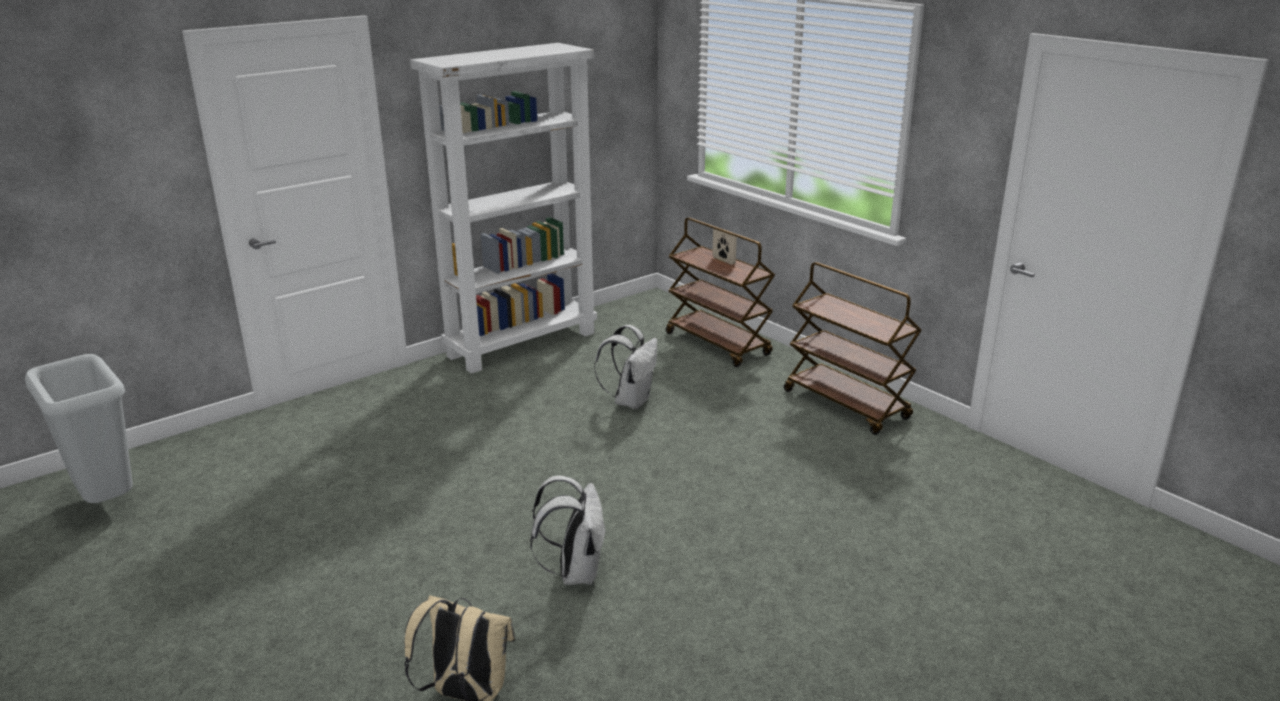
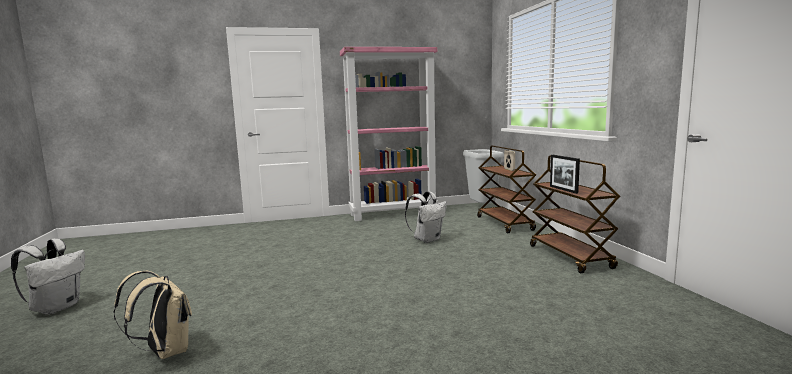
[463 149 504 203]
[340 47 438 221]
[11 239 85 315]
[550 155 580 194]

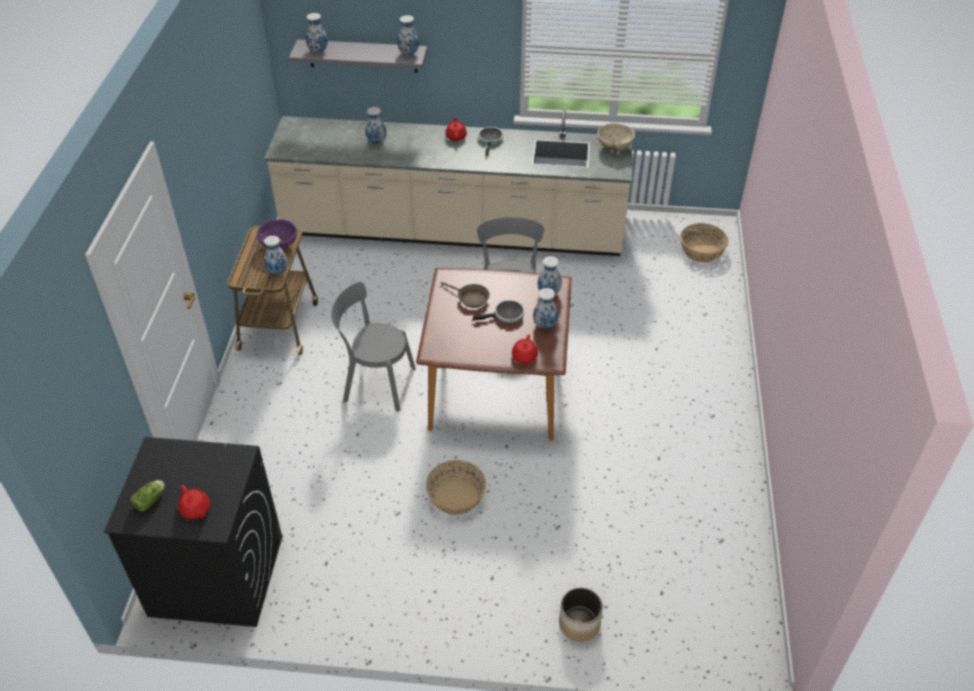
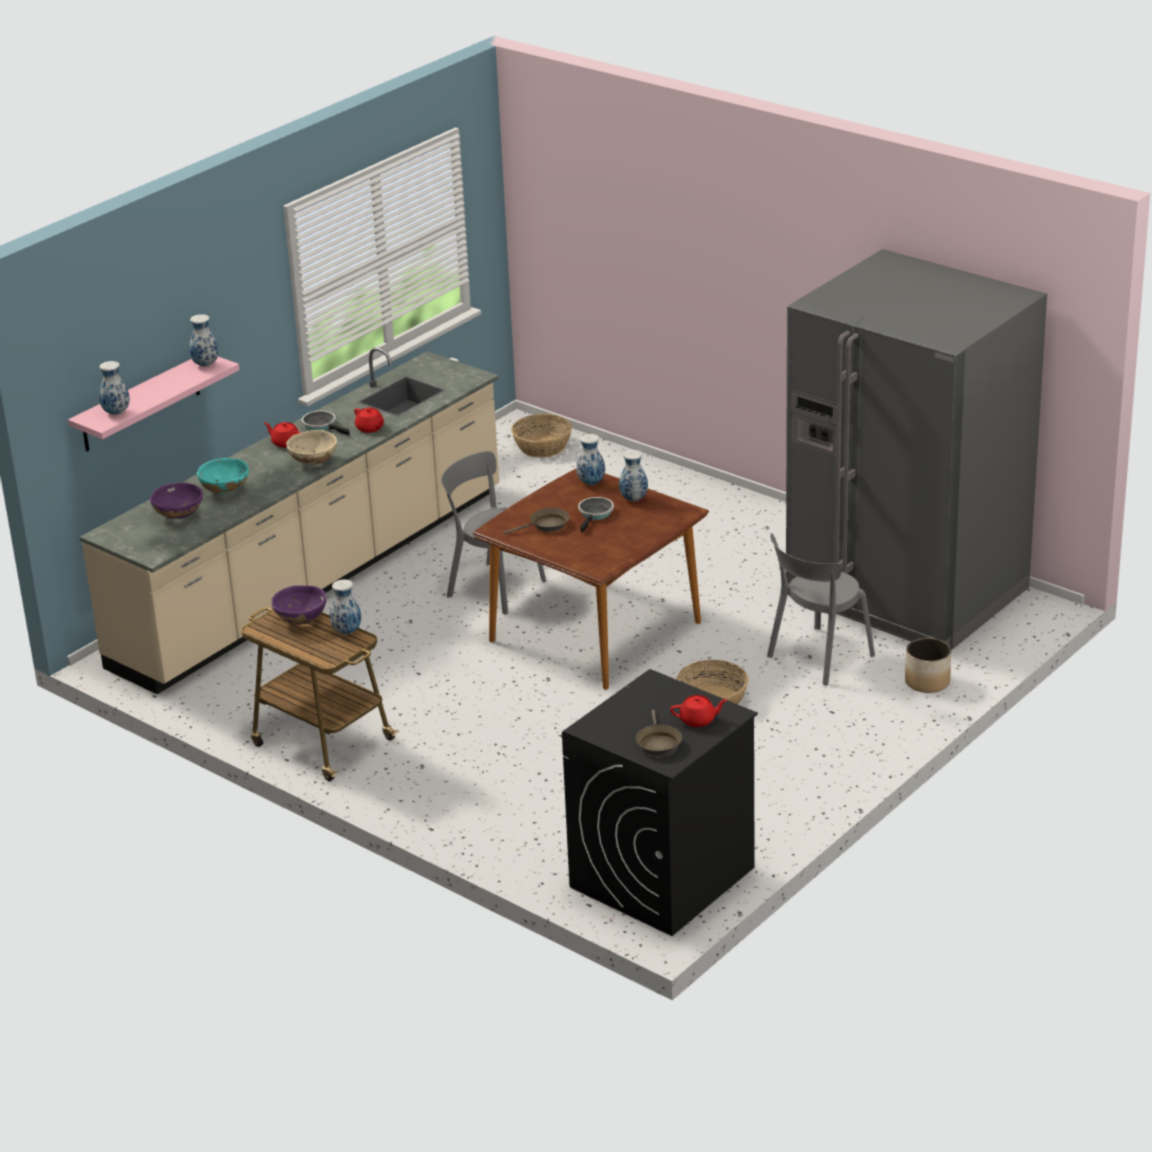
[636 710 682 756]
[68 357 240 451]
[767 533 875 686]
[197 458 249 494]
[354 407 384 433]
[286 430 337 465]
[150 482 203 519]
[786 249 1047 649]

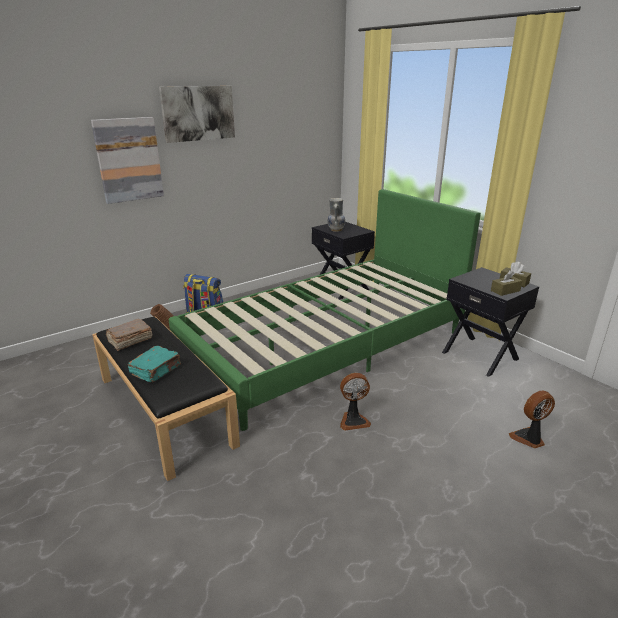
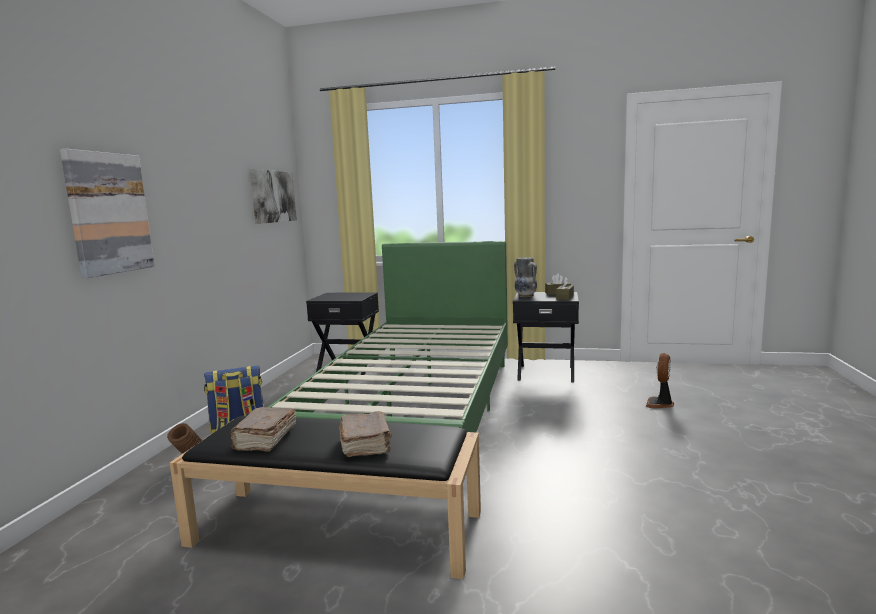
[339 411 392 457]
[250 169 297 224]
[514 257 537 297]
[340 373 371 431] (first image)

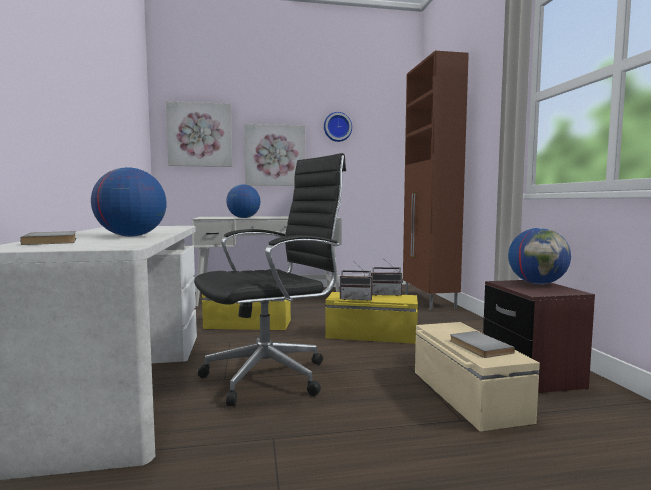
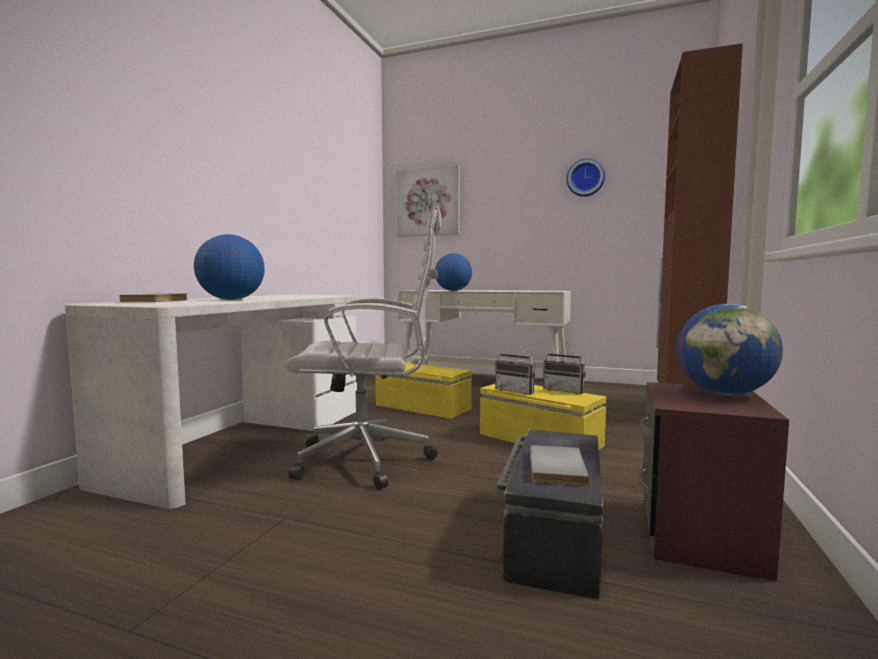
[285 206 441 490]
[244 124 305 186] (first image)
[497 429 603 599]

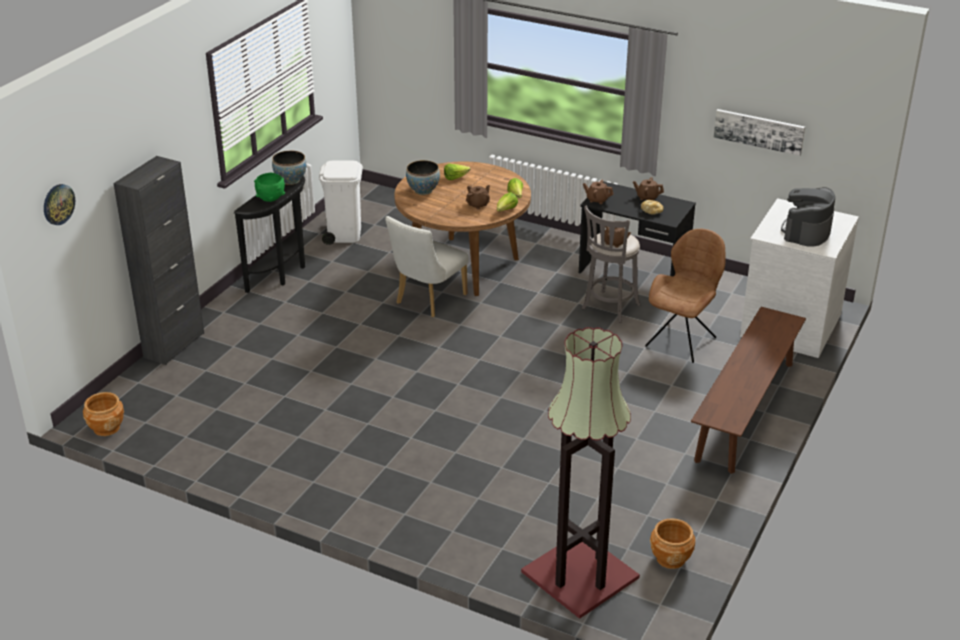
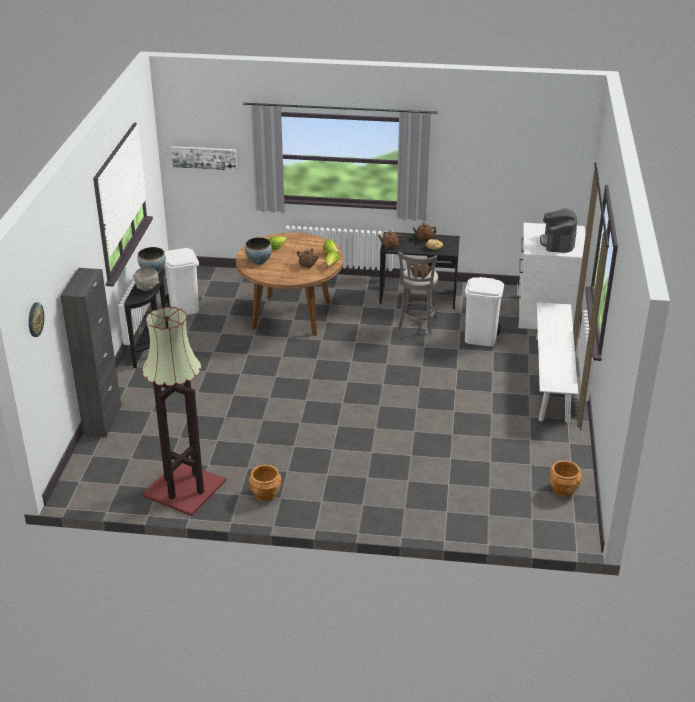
[249 465 281 501]
[133 267 159 291]
[385 216 469 317] (first image)
[142 306 226 516]
[465 277 504 346]
[536 302 578 423]
[171 146 237 171]

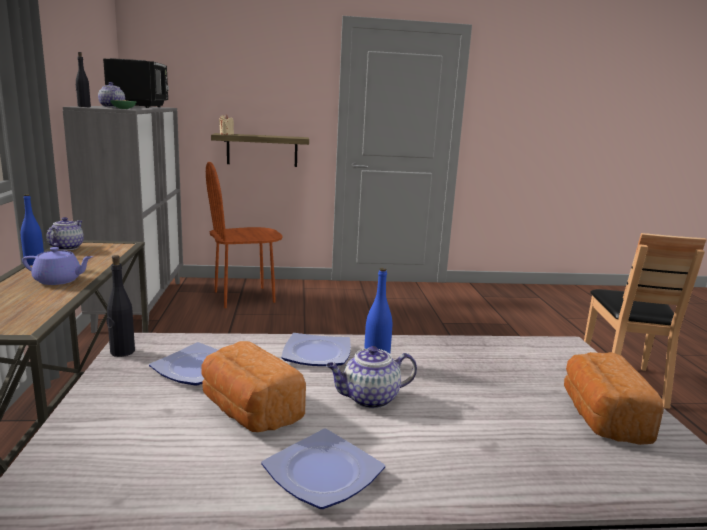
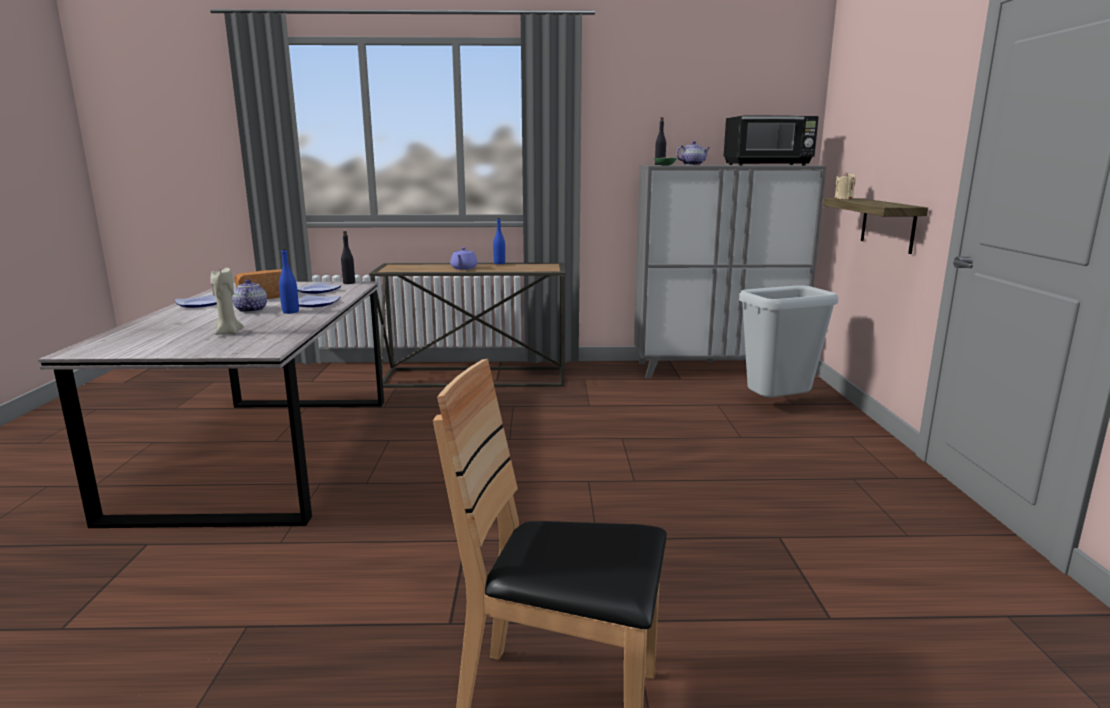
[46 217 84 250] (first image)
[739 285 839 397]
[564 352 664 445] (first image)
[211 268 244 335]

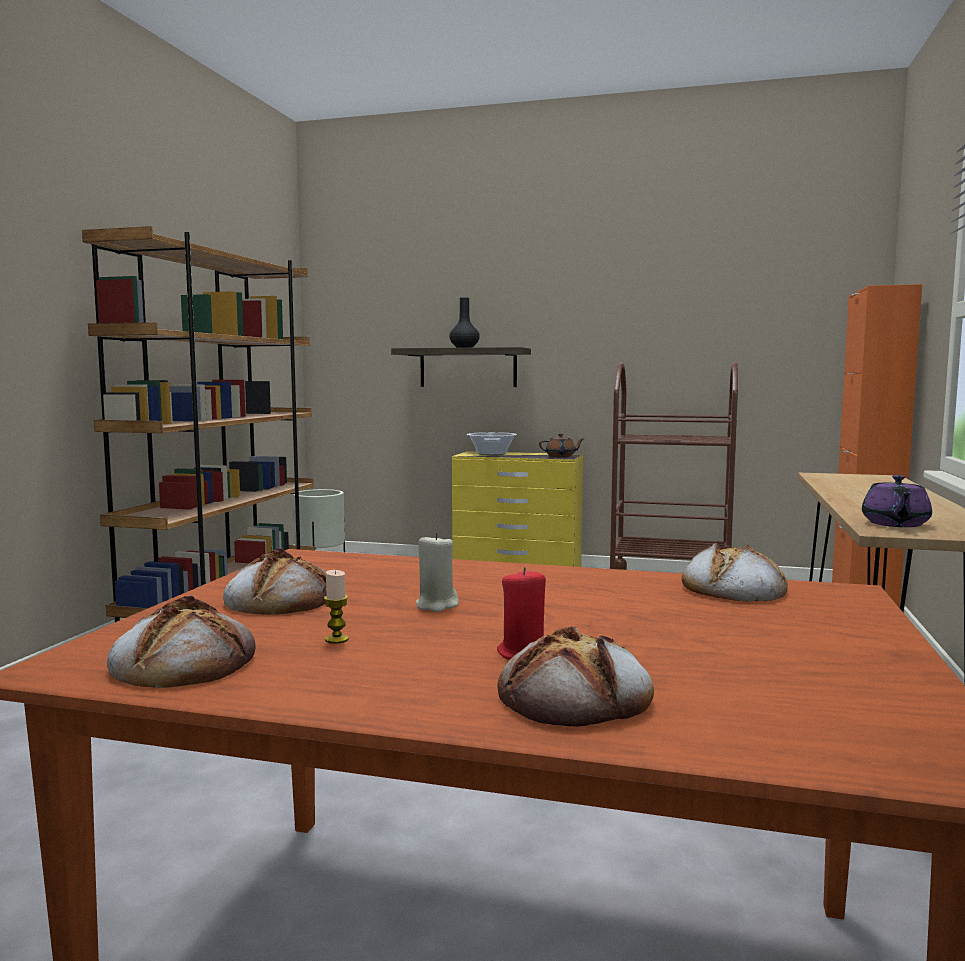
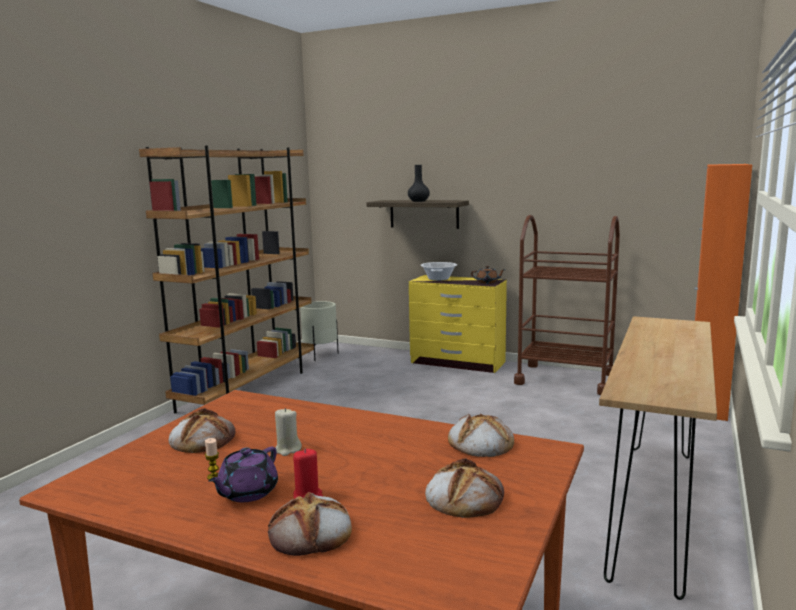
[425 458 504 518]
[208 447 278 502]

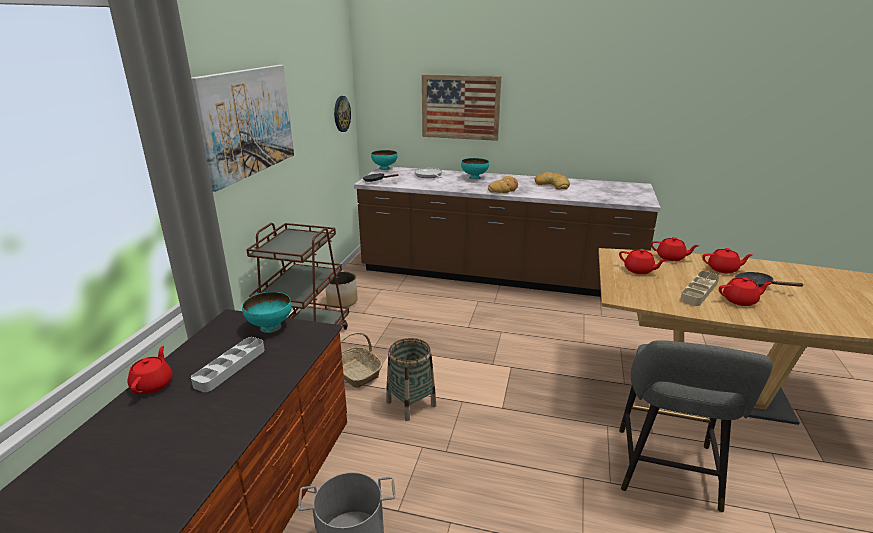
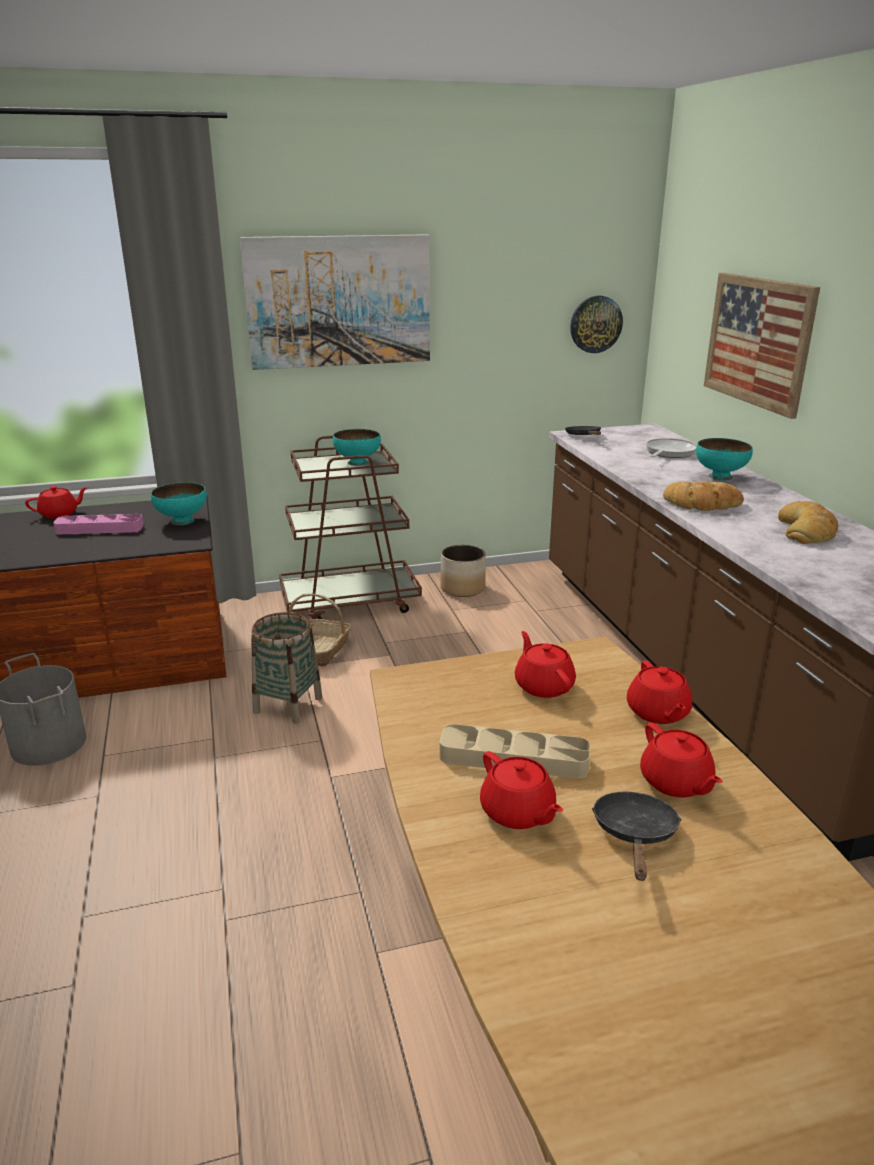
[53 514 144 534]
[333 429 381 466]
[515 631 576 698]
[619 340 773 512] (first image)

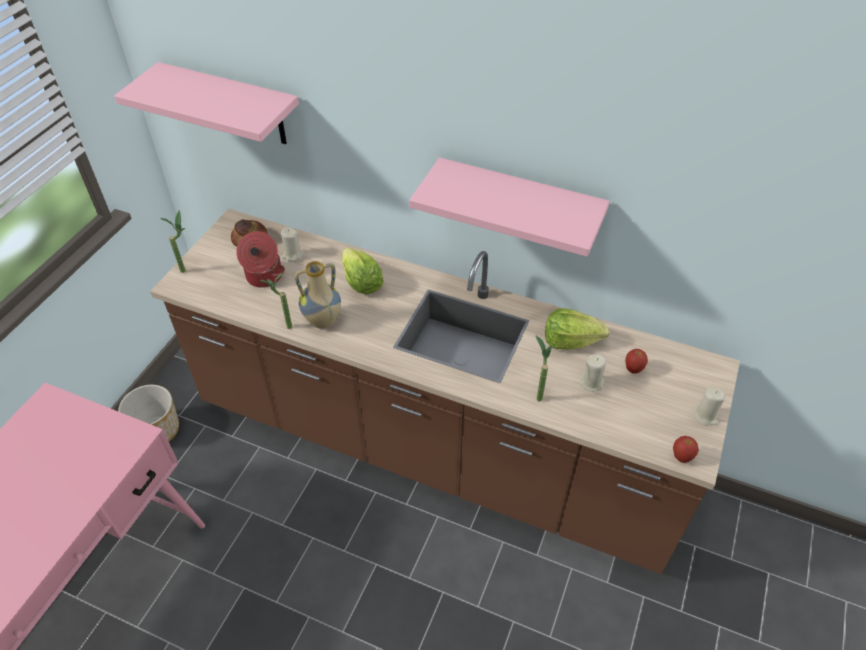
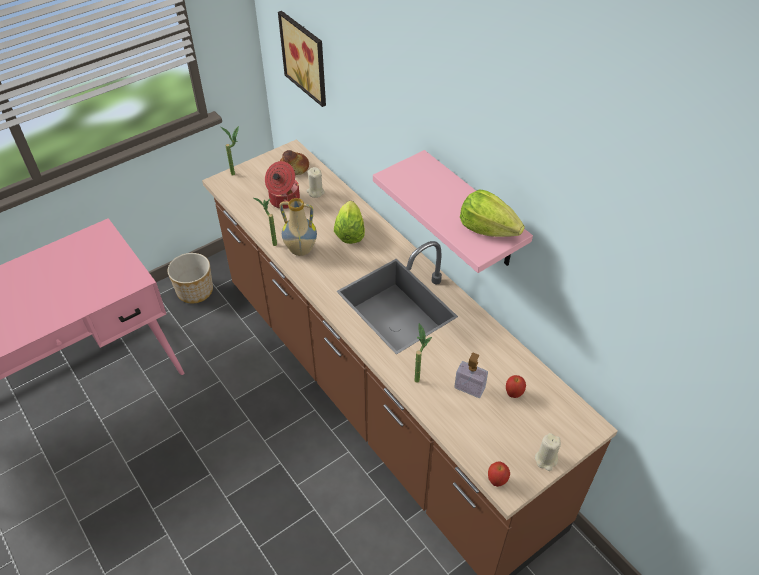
[278 11 326 107]
[460 189 525 237]
[454 353 488 398]

